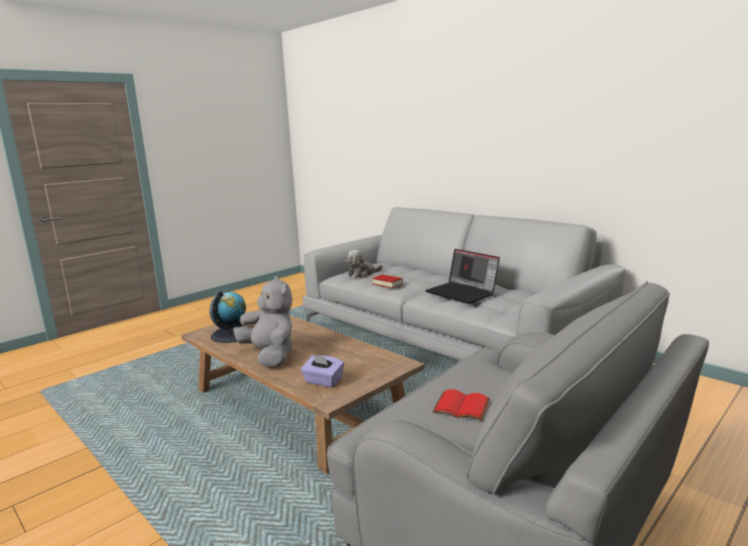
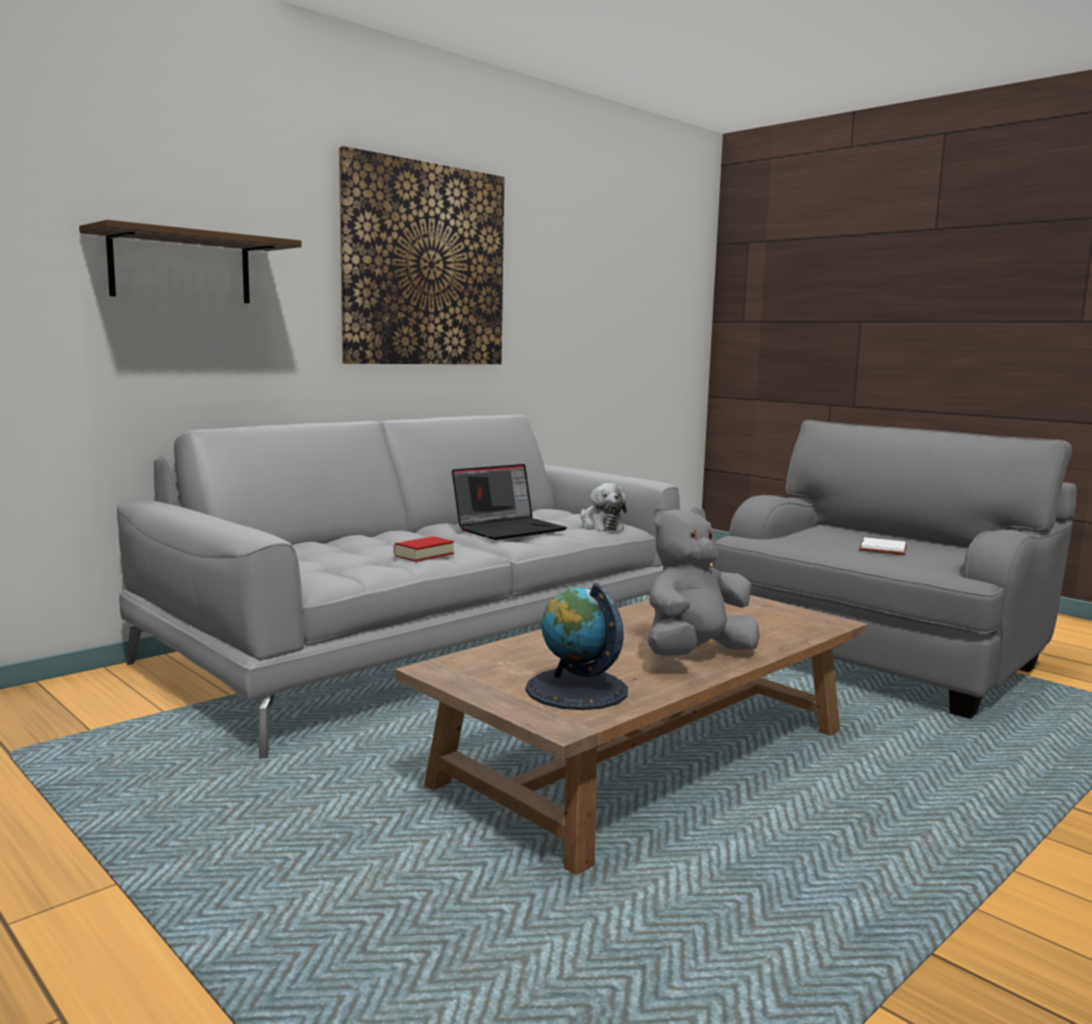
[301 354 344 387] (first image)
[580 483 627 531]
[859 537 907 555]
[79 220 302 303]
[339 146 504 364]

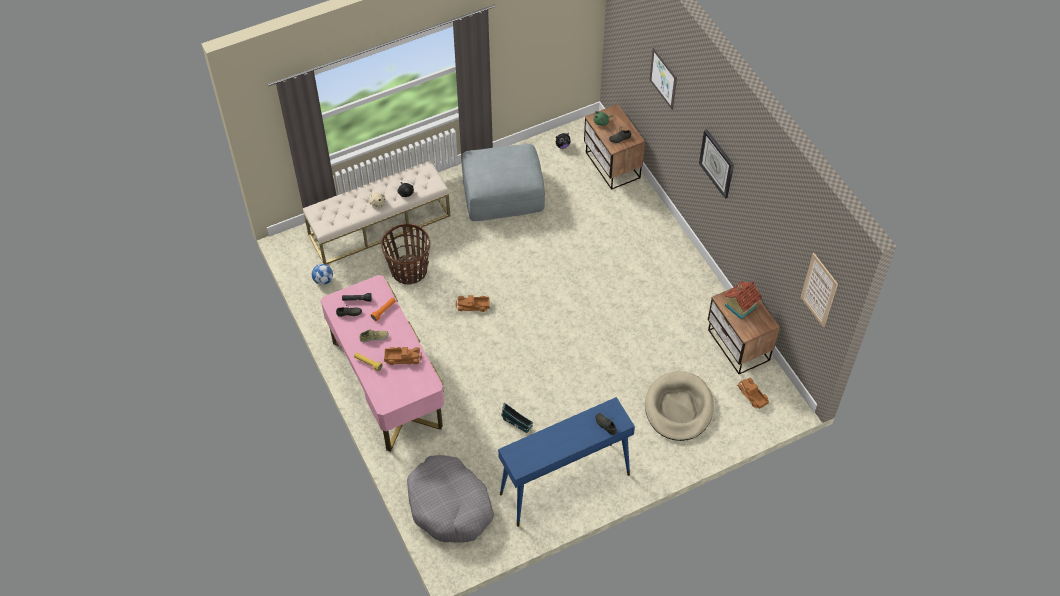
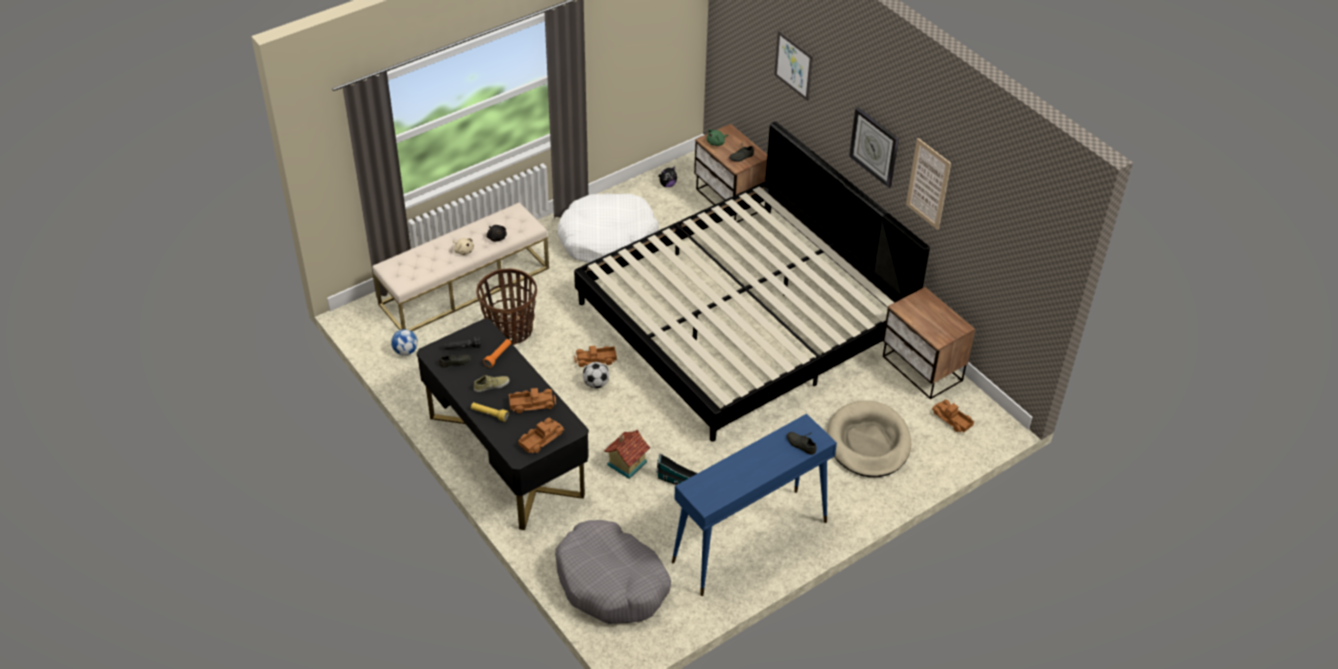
[417 319 589 530]
[557 193 659 263]
[604 429 650 479]
[906 138 951 230]
[518 418 564 453]
[574 121 930 442]
[583 362 609 388]

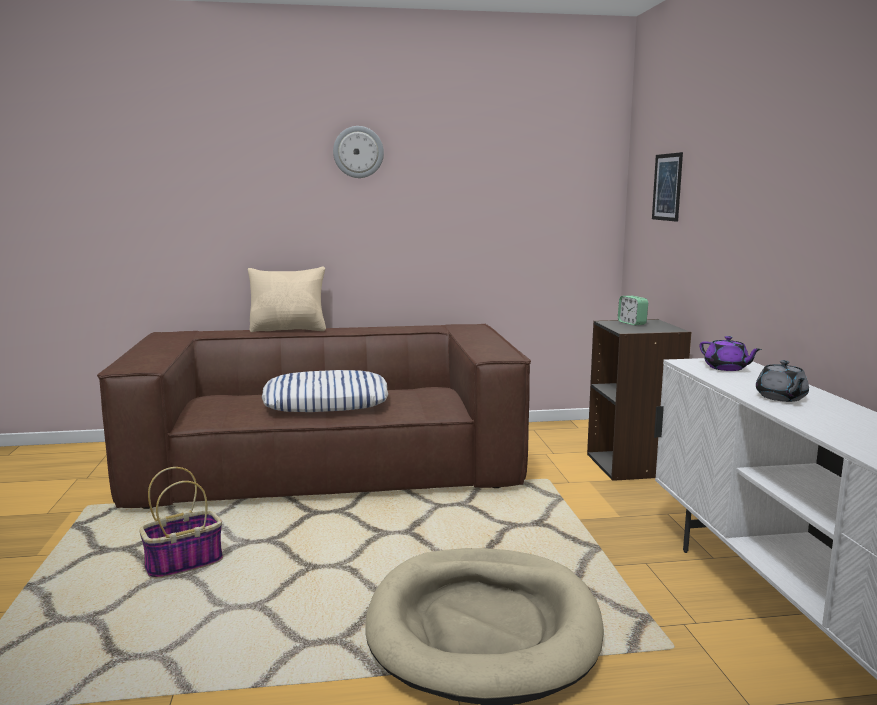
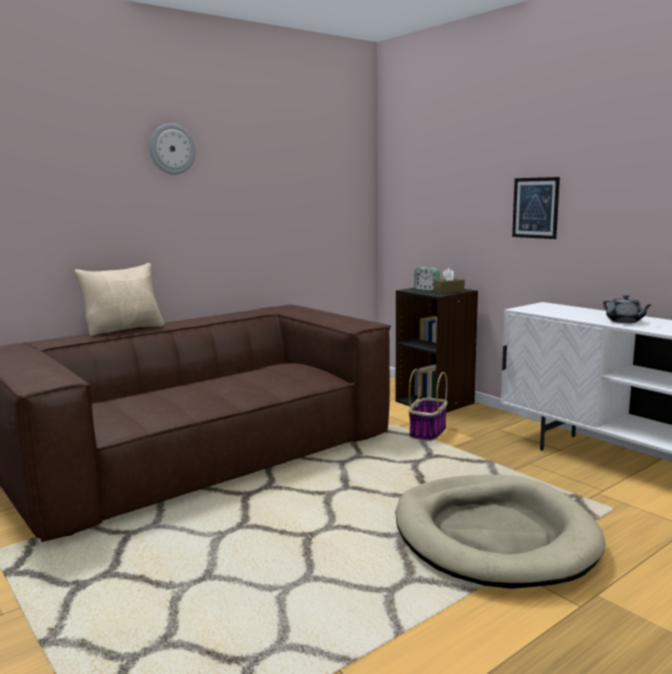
[409 369 447 441]
[262 370 388 412] (first image)
[512 177 560 239]
[700 336 762 371] (first image)
[434 268 465 294]

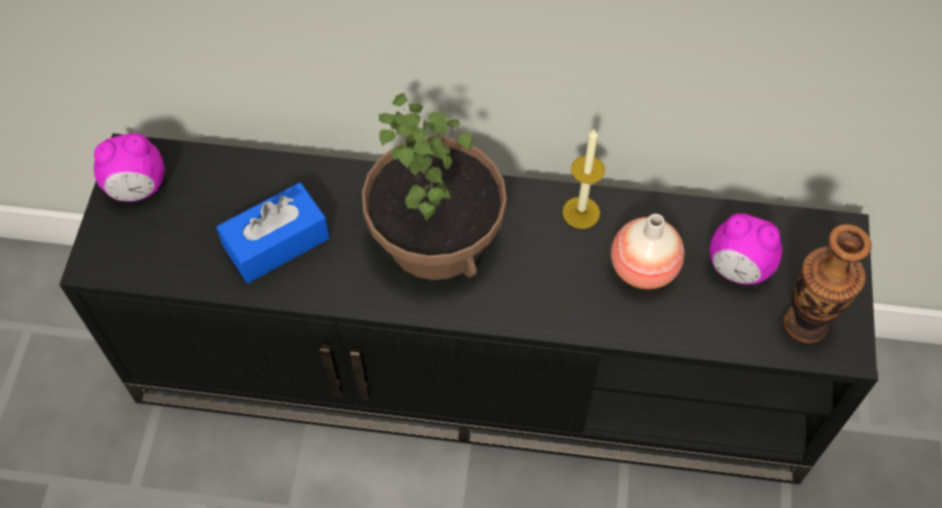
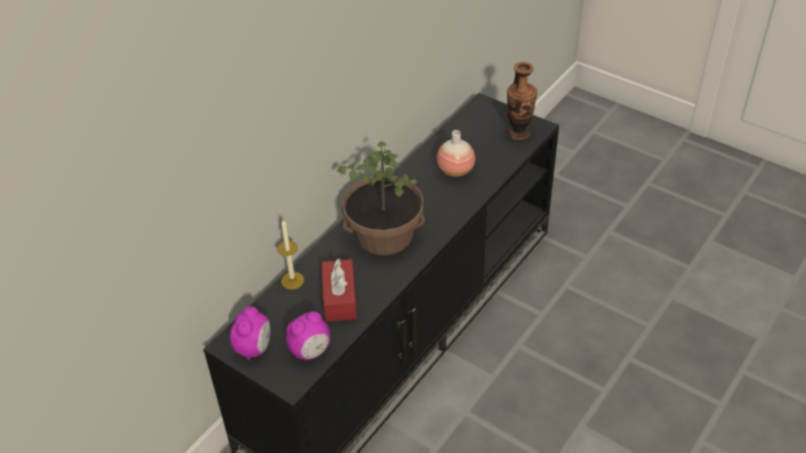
[322 259 357 322]
[277 220 304 290]
[286 311 330 360]

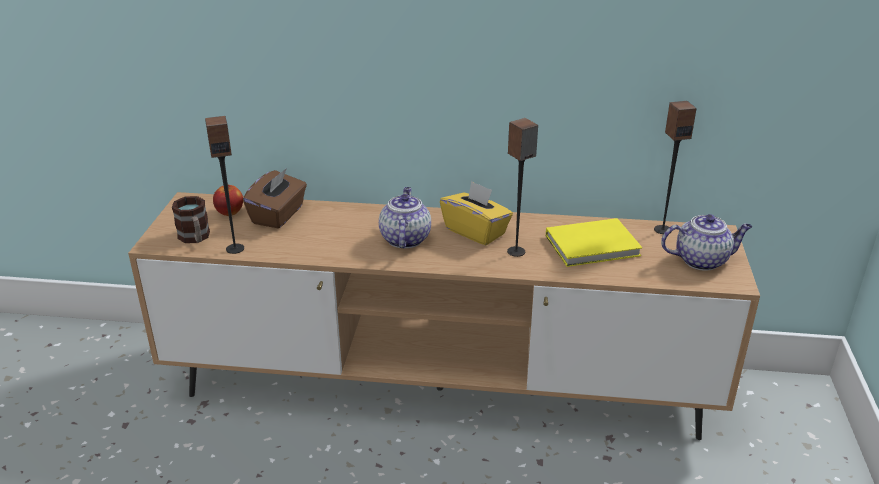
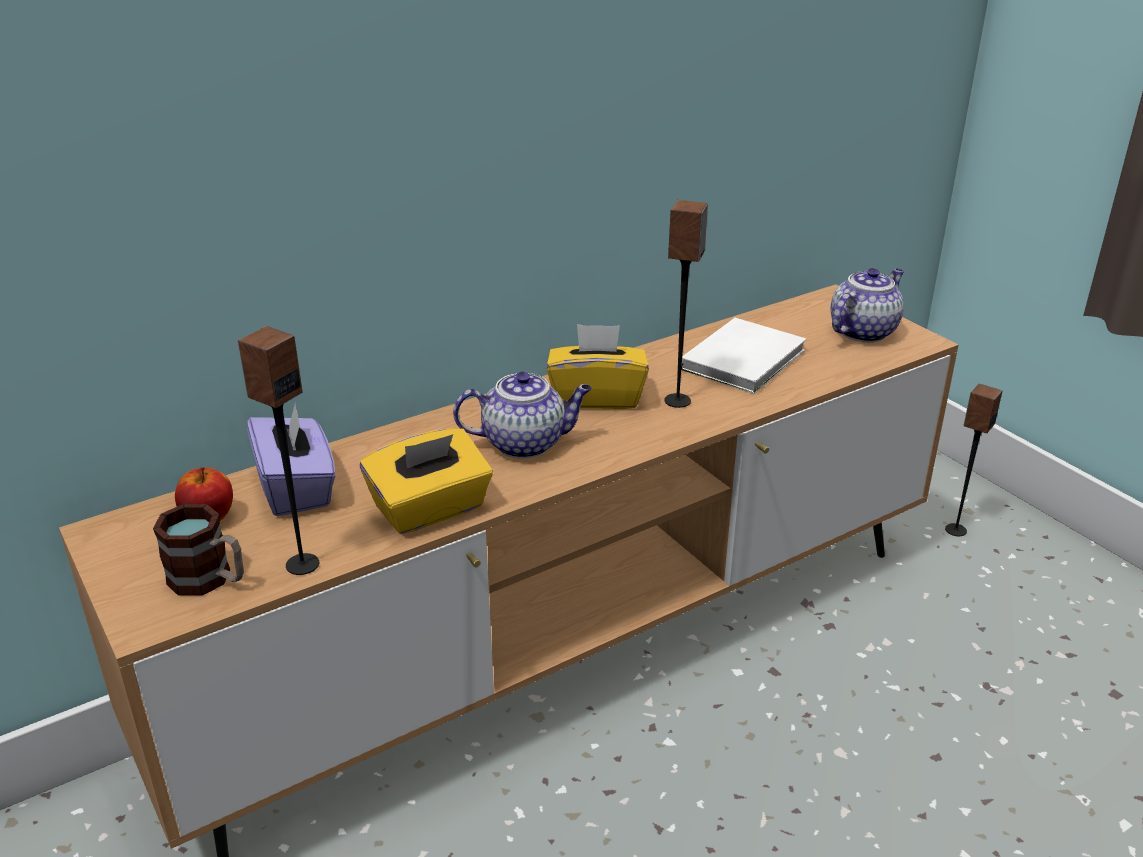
[247 401 336 516]
[453 372 592 458]
[681 318 806 394]
[945 384 1002 536]
[360 429 493 534]

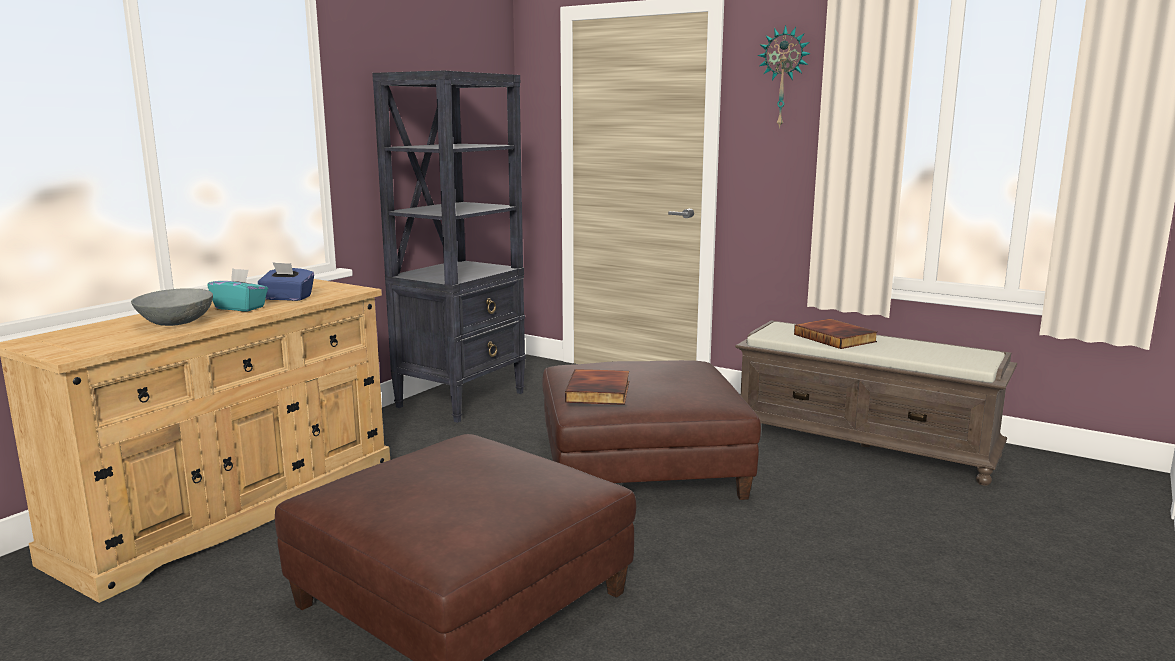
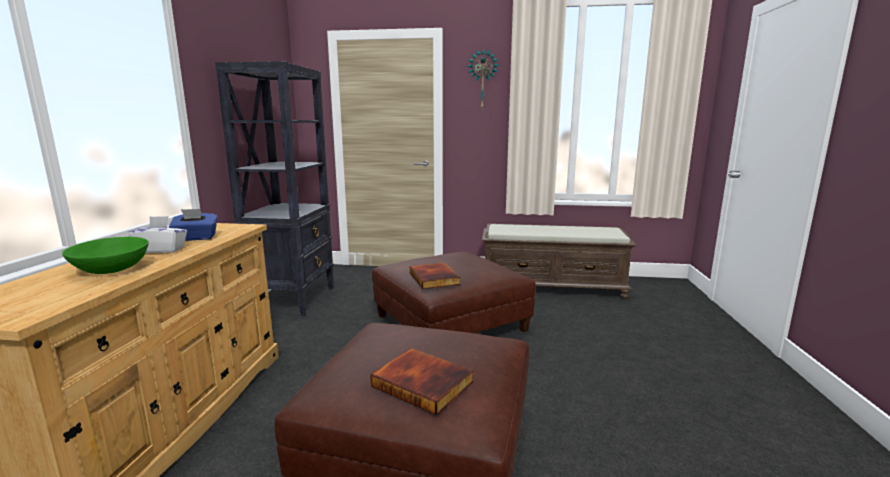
[62 237 149 274]
[128 216 187 253]
[370 348 474 415]

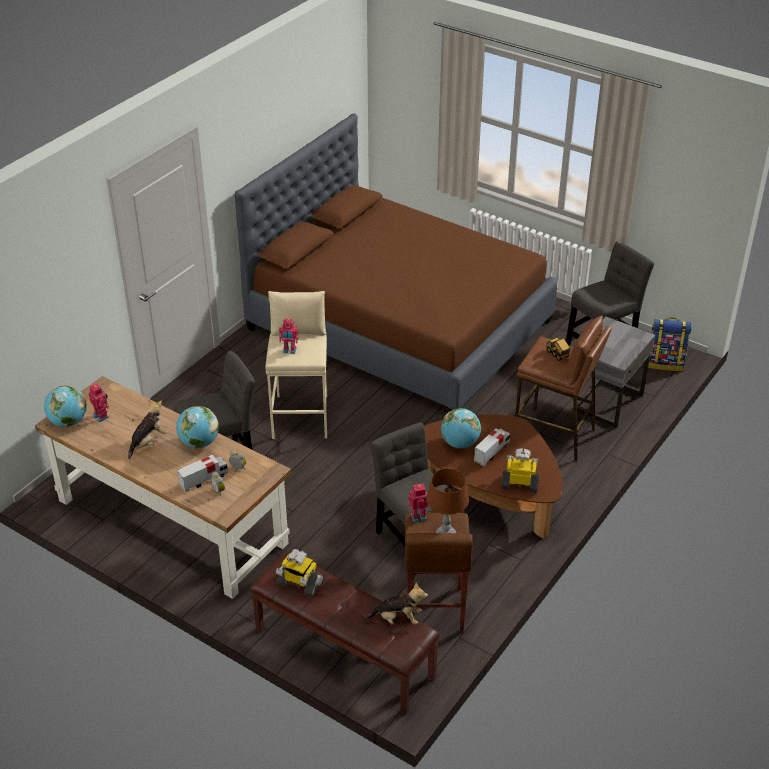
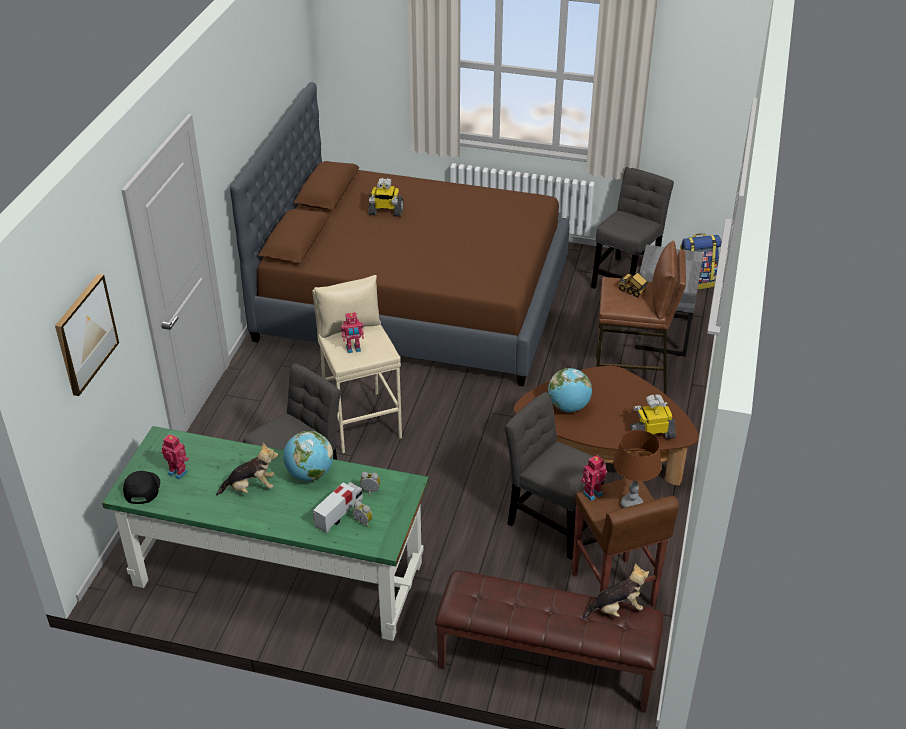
[102 426 429 641]
[123 471 160 504]
[216 443 278 495]
[368 178 404 217]
[474 428 510 466] (first image)
[55 274 119 396]

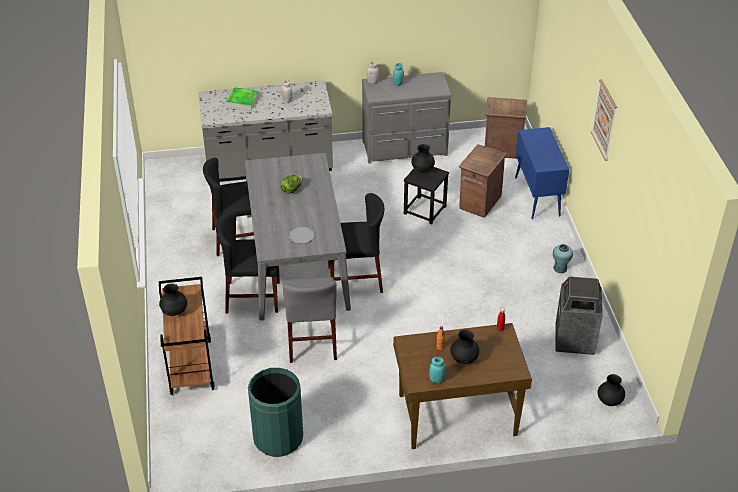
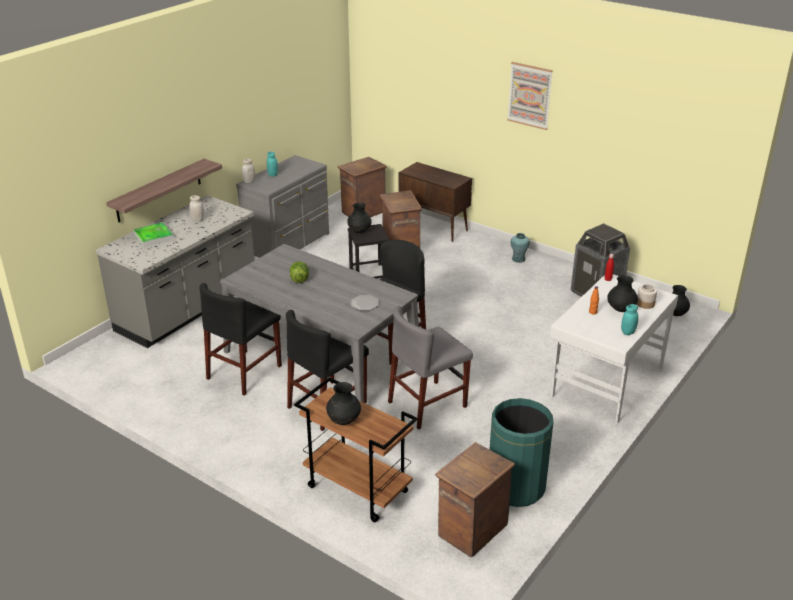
[388 306 473 430]
[550 274 678 424]
[399 162 472 242]
[106 159 222 222]
[435 442 515 557]
[637 284 657 309]

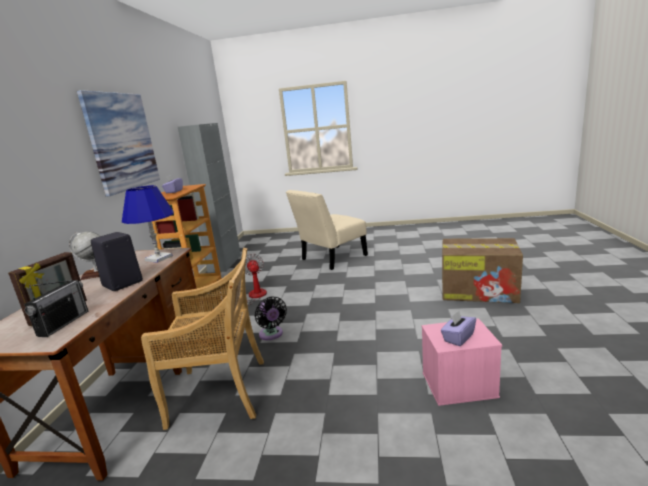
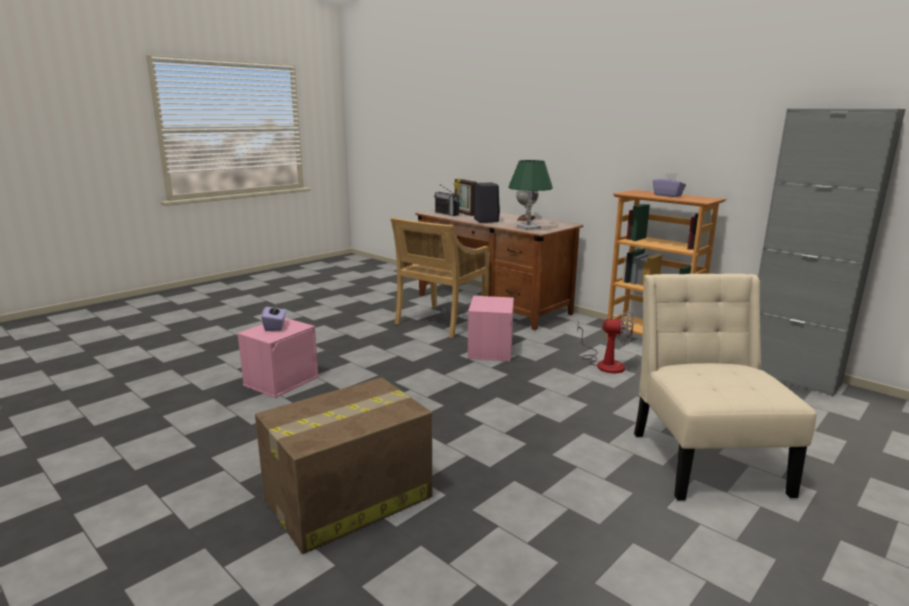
[77 90 160 197] (first image)
[508 160 553 230]
[467 296 514 361]

